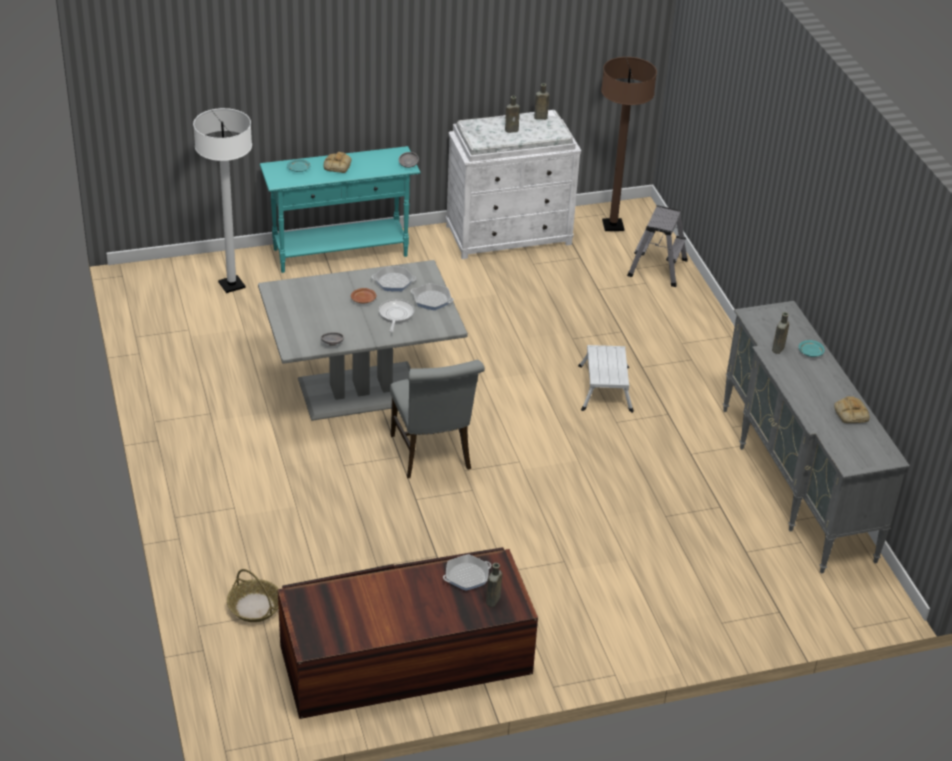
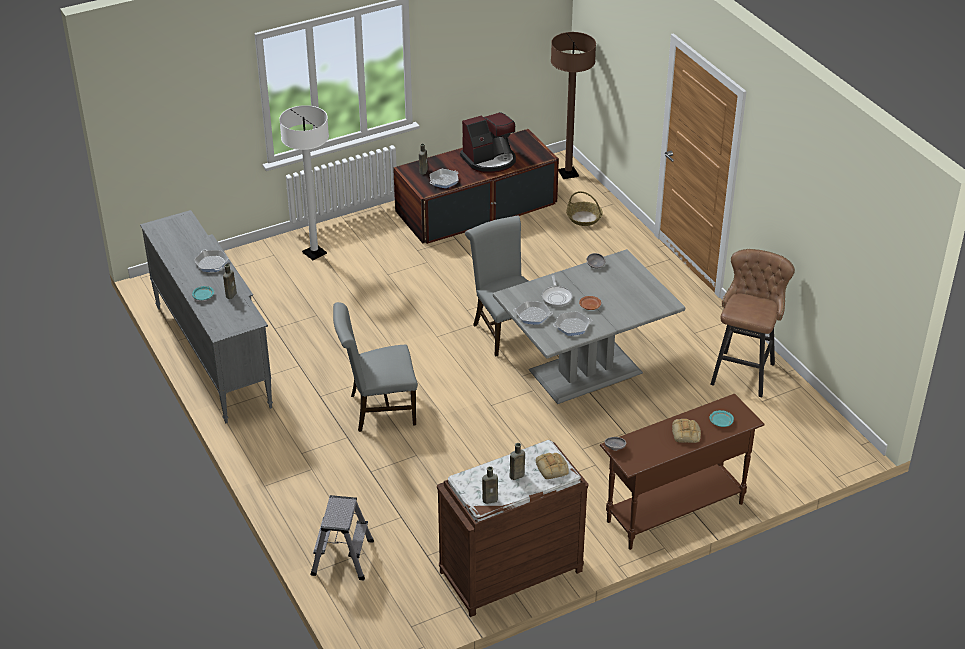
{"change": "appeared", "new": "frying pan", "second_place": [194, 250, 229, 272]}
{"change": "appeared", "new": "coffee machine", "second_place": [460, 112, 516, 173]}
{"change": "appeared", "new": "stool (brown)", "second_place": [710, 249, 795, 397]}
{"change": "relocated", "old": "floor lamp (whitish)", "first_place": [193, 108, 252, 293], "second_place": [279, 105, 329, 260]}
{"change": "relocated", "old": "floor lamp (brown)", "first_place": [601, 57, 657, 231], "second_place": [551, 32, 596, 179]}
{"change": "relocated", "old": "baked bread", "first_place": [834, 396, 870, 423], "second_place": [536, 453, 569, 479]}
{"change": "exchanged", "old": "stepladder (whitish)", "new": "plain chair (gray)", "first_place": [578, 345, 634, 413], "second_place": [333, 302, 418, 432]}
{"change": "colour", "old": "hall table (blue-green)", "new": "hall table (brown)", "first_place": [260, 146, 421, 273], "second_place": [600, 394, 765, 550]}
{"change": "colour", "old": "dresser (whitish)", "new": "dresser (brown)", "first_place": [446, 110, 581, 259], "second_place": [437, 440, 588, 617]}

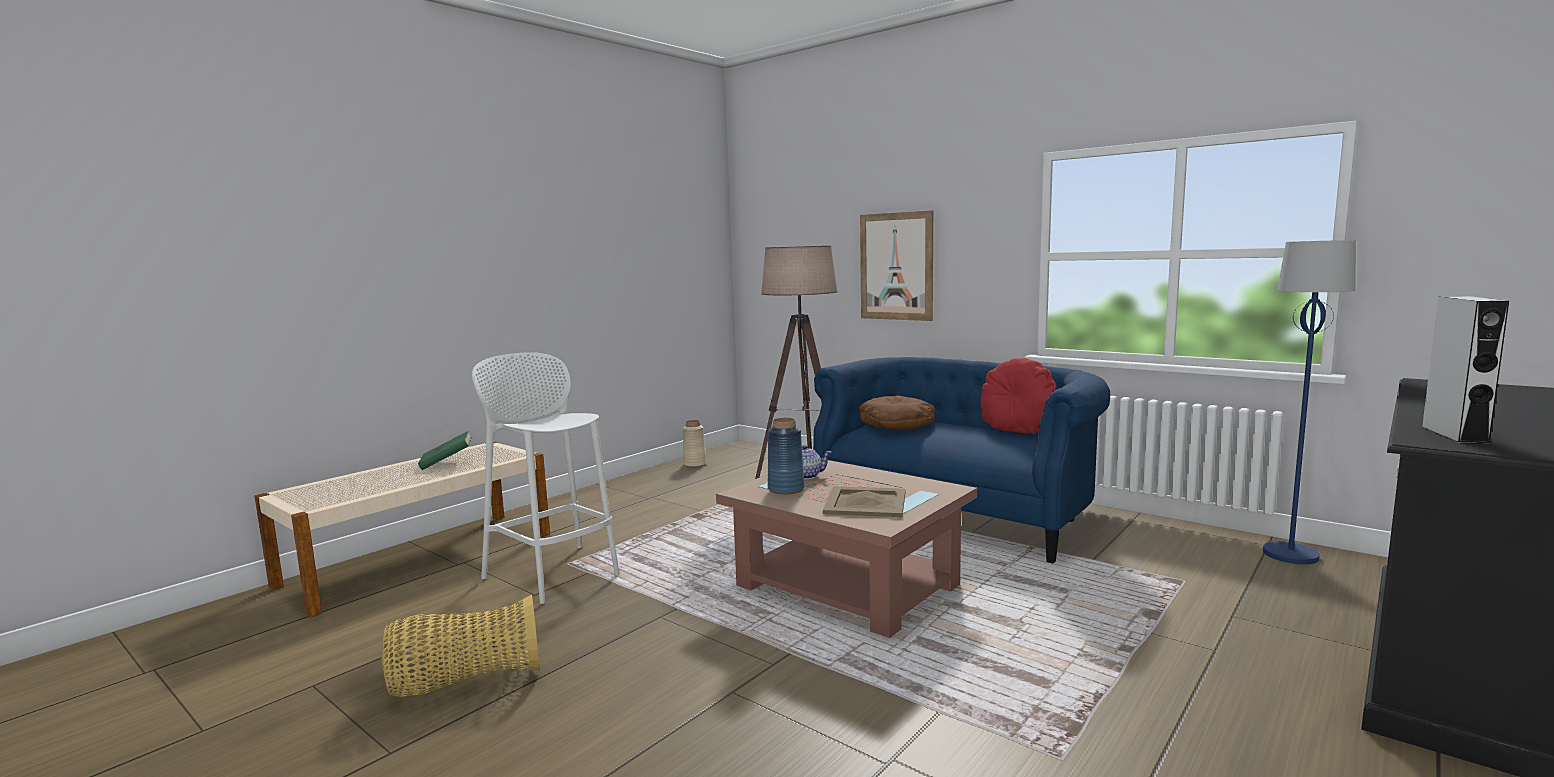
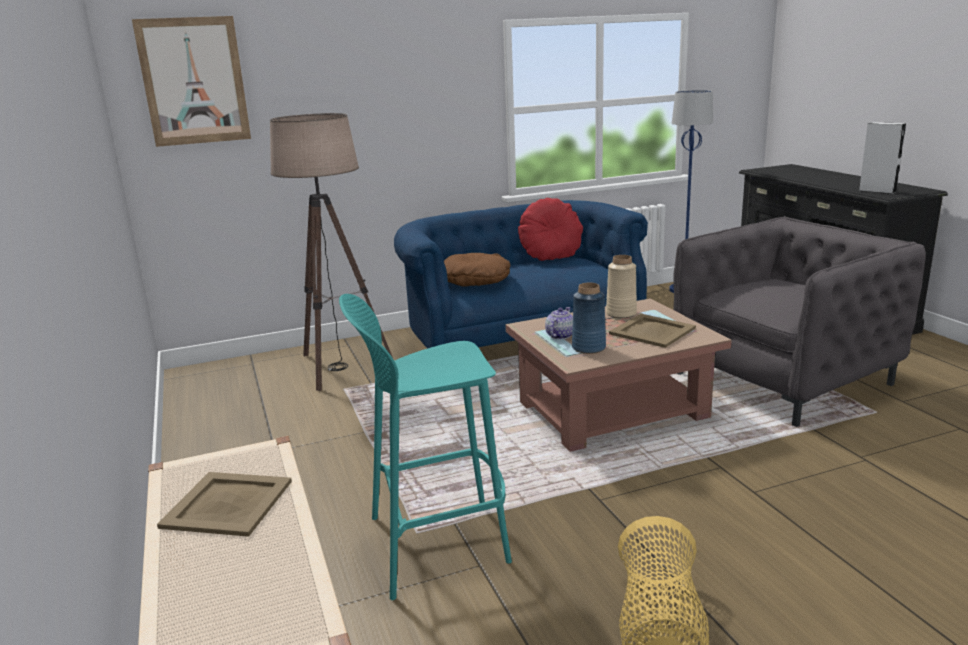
{"change": "appeared", "new": "easy chair (gray)", "second_place": [673, 216, 926, 427]}
{"change": "relocated", "old": "vase (sand-coloured)", "first_place": [683, 420, 706, 467], "second_place": [606, 255, 637, 318]}
{"change": "relocated", "old": "picture", "first_place": [860, 210, 933, 321], "second_place": [132, 16, 251, 147]}
{"change": "exchanged", "old": "bound book (green-coloured)", "new": "serving tray (sand-coloured)", "first_place": [418, 431, 472, 470], "second_place": [157, 472, 292, 537]}
{"change": "colour", "old": "stool (whitish)", "new": "stool (blue-green)", "first_place": [472, 352, 620, 604], "second_place": [339, 294, 512, 600]}

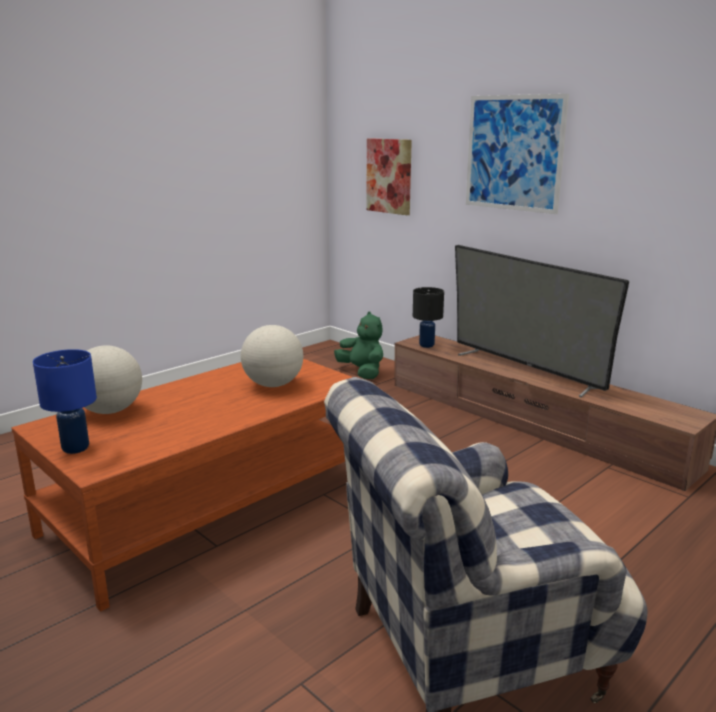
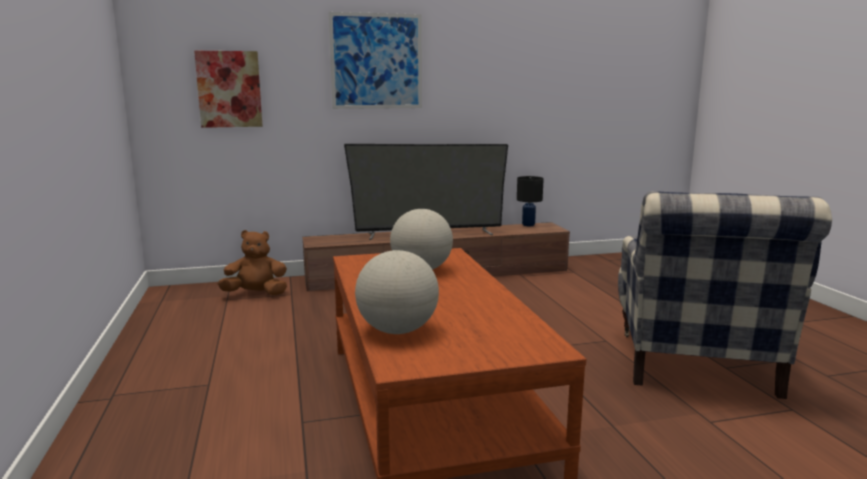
{"change": "missing", "old": "lamp for a table (bluish)", "first_place": [33, 349, 97, 454]}
{"change": "relocated", "old": "lamp for a table (black)", "first_place": [413, 287, 444, 348], "second_place": [517, 176, 544, 226]}
{"change": "colour", "old": "plush toy (green-coloured)", "new": "plush toy (brown)", "first_place": [334, 312, 383, 379], "second_place": [218, 230, 287, 295]}

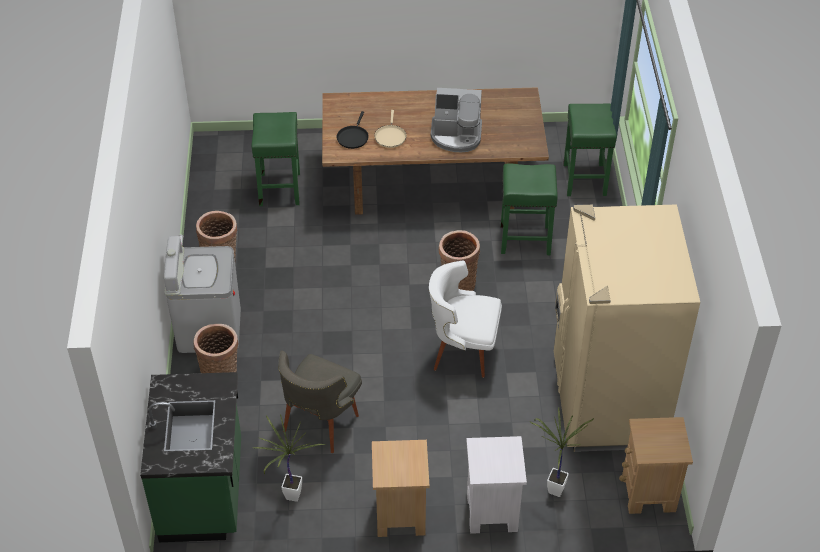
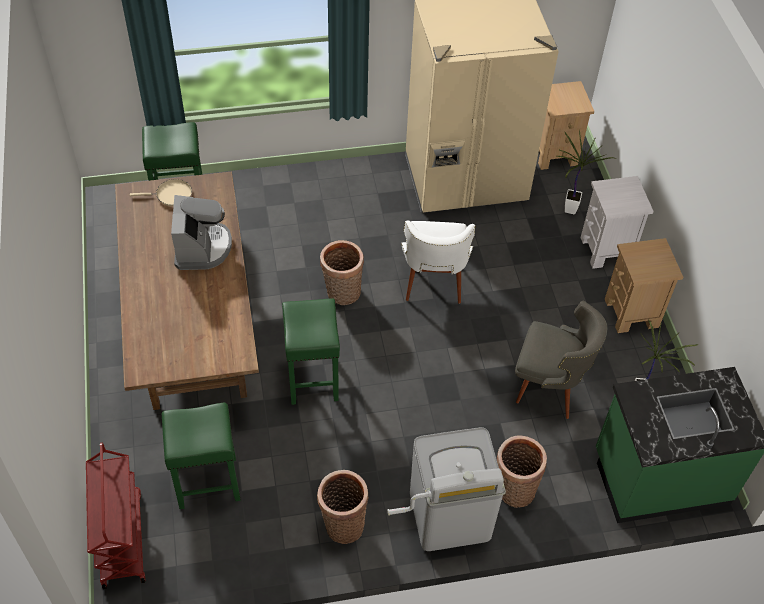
{"change": "missing", "old": "frying pan (black)", "first_place": [337, 111, 369, 149]}
{"change": "appeared", "new": "wheeled cart (red-coloured)", "second_place": [86, 442, 146, 589]}
{"change": "relocated", "old": "frying pan (sand-coloured)", "first_place": [374, 110, 406, 148], "second_place": [130, 179, 192, 206]}
{"change": "relocated", "old": "stool (green-coloured)", "first_place": [501, 164, 558, 255], "second_place": [282, 298, 340, 405]}

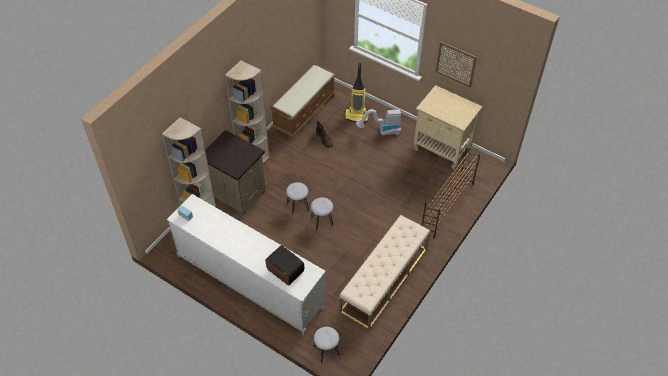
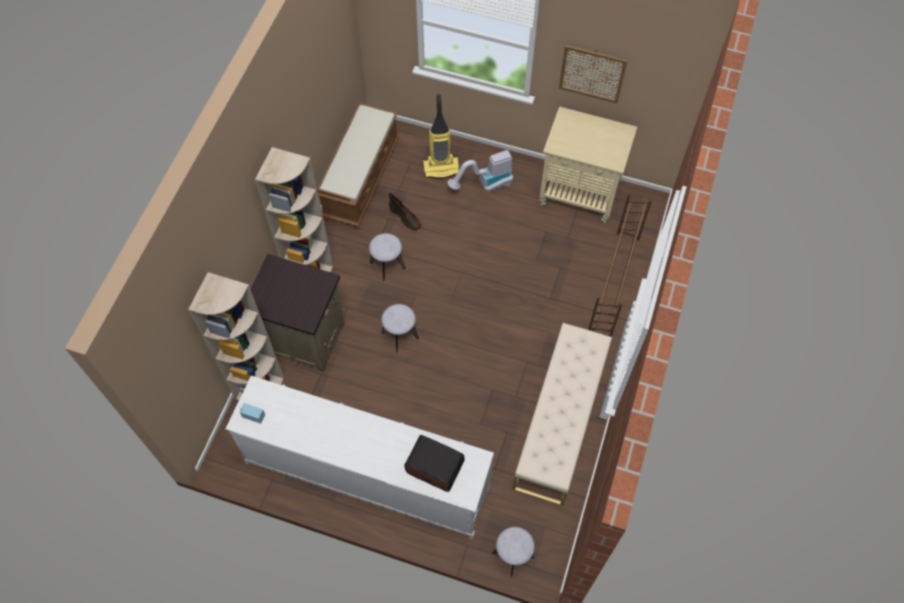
{"change": "relocated", "old": "stool (gray)", "first_place": [311, 197, 333, 231], "second_place": [369, 233, 405, 281]}

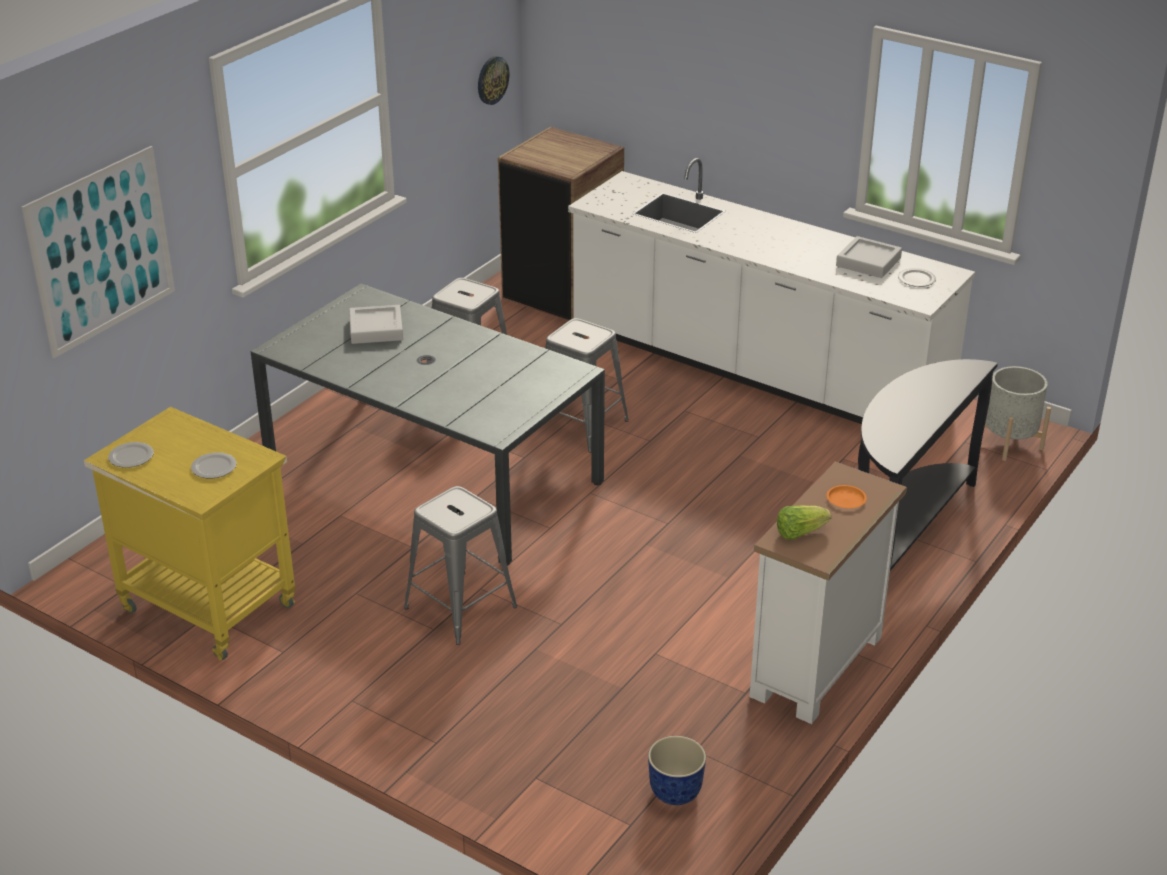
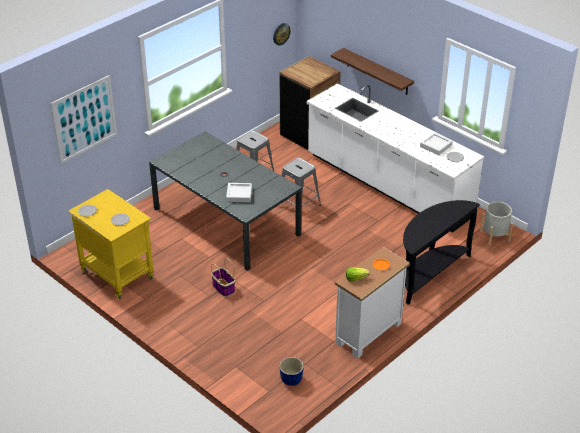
{"change": "appeared", "new": "shelf", "second_place": [331, 48, 414, 95]}
{"change": "relocated", "old": "serving tray (gray)", "first_place": [349, 305, 403, 344], "second_place": [226, 183, 252, 202]}
{"change": "exchanged", "old": "stool (gray)", "new": "household basket", "first_place": [404, 486, 517, 645], "second_place": [211, 258, 235, 297]}

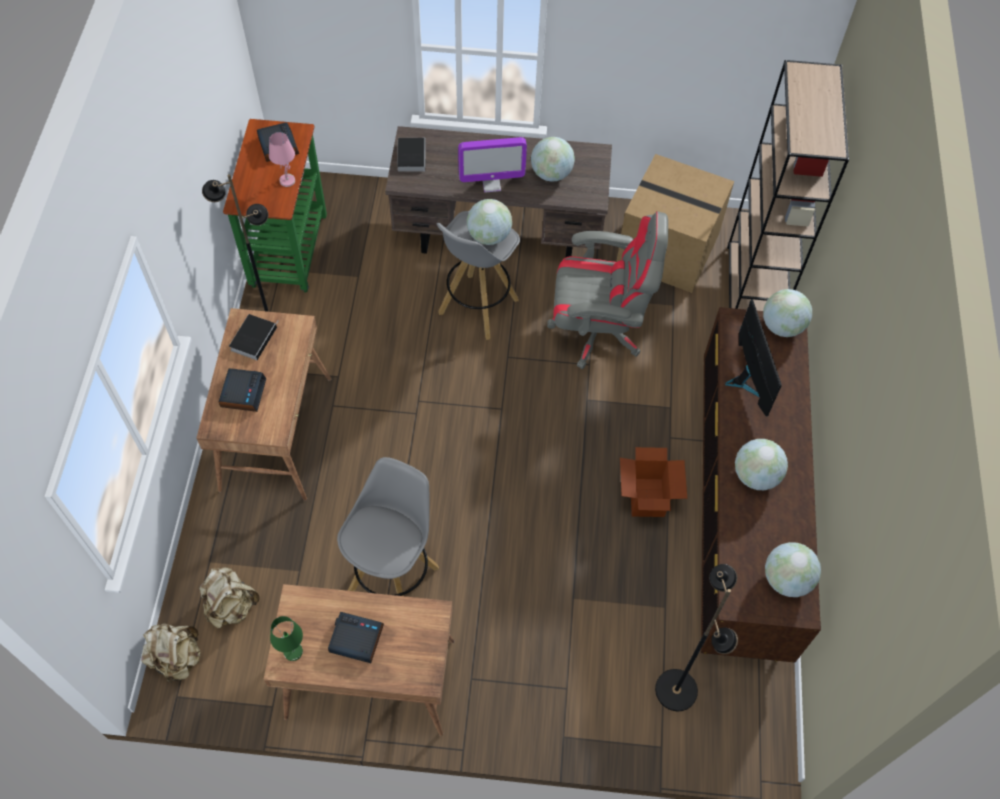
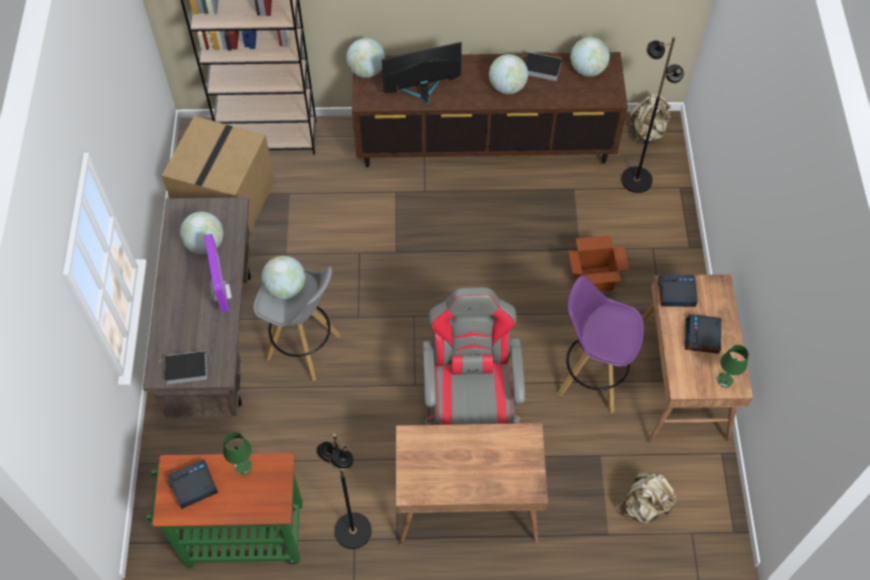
{"change": "relocated", "old": "rucksack (sand-coloured)", "first_place": [141, 624, 200, 683], "second_place": [630, 93, 671, 145]}
{"change": "relocated", "old": "table clock", "first_place": [219, 368, 266, 412], "second_place": [658, 275, 698, 307]}
{"change": "relocated", "old": "bound book", "first_place": [229, 314, 279, 360], "second_place": [521, 52, 562, 81]}
{"change": "relocated", "old": "office chair (gray)", "first_place": [547, 211, 668, 369], "second_place": [423, 287, 525, 425]}
{"change": "relocated", "old": "carton", "first_place": [620, 447, 687, 517], "second_place": [568, 235, 629, 292]}
{"change": "colour", "old": "lamp for a table (pinkish)", "new": "lamp for a table (green-coloured)", "first_place": [269, 132, 295, 187], "second_place": [223, 432, 252, 474]}
{"change": "colour", "old": "stool (gray)", "new": "stool (purple-coloured)", "first_place": [337, 457, 439, 596], "second_place": [557, 275, 644, 413]}

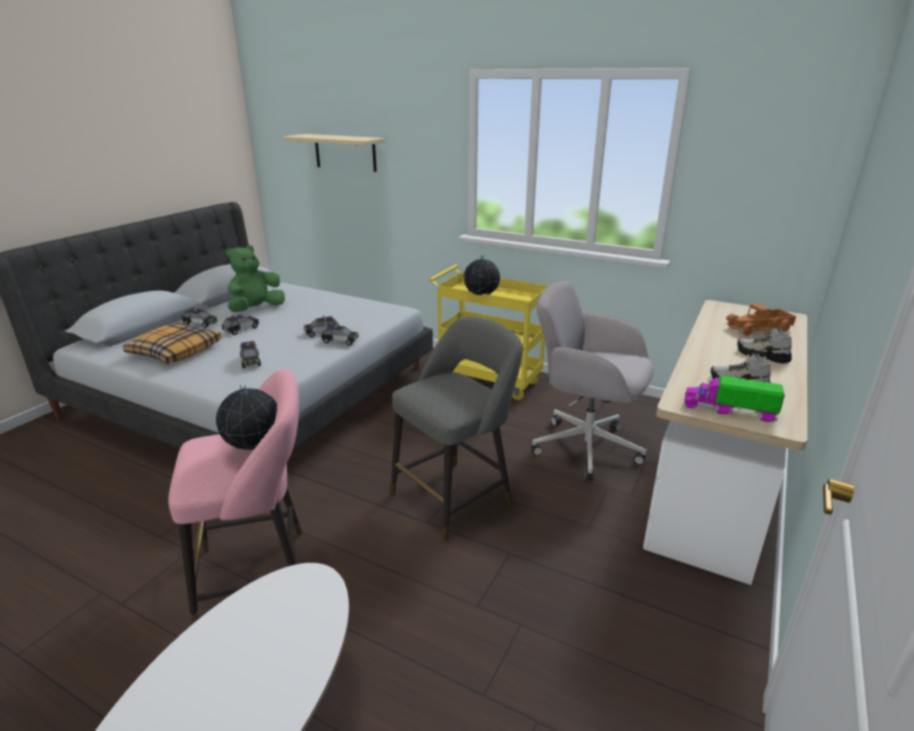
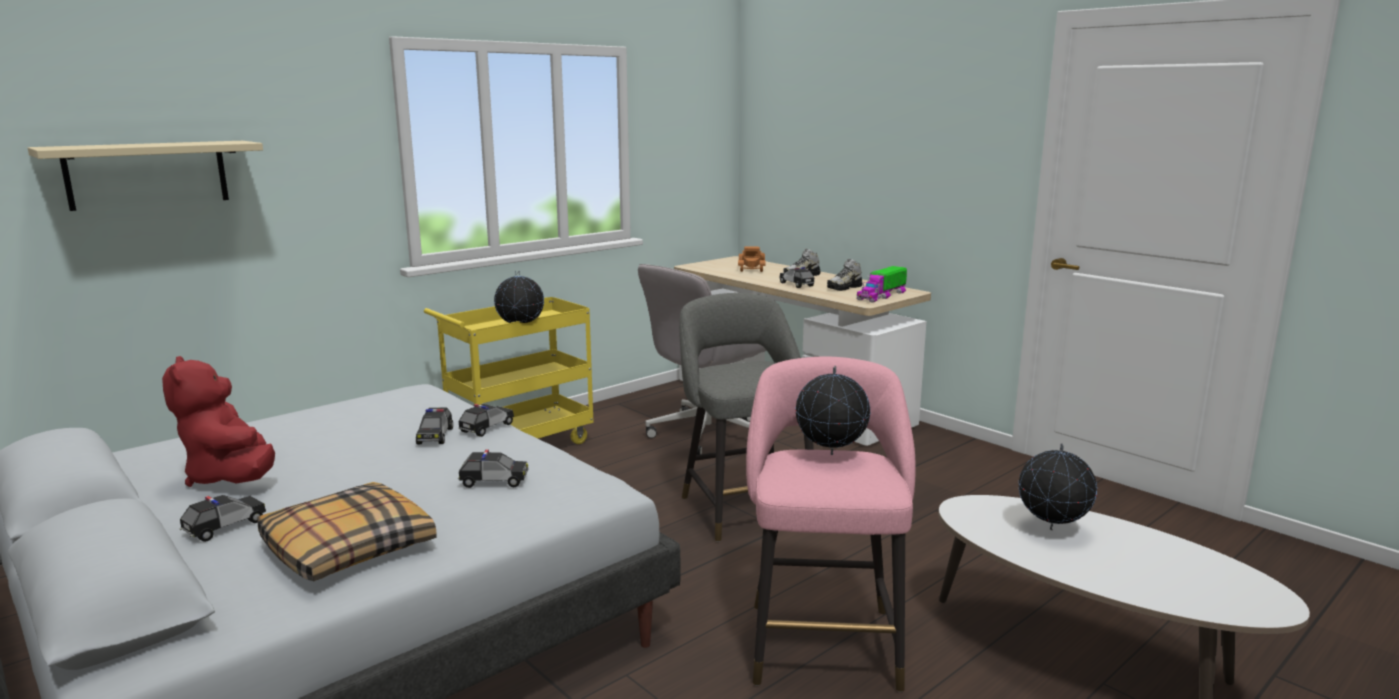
{"change": "appeared", "new": "desk globe", "second_place": [1019, 443, 1097, 530]}
{"change": "relocated", "old": "miniature car", "first_place": [222, 315, 259, 335], "second_place": [780, 267, 814, 288]}
{"change": "colour", "old": "plush toy (green-coloured)", "new": "plush toy (red-coloured)", "first_place": [226, 245, 285, 312], "second_place": [162, 356, 275, 487]}

